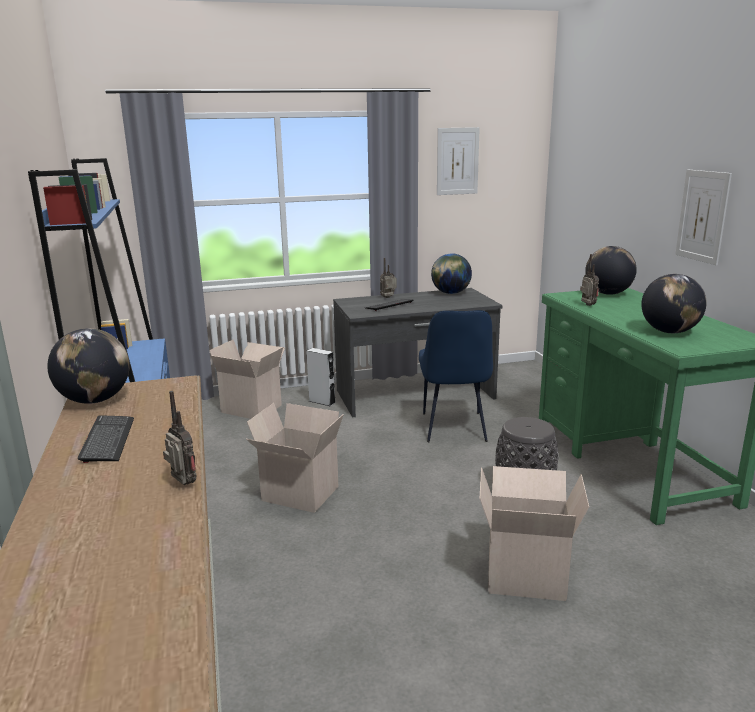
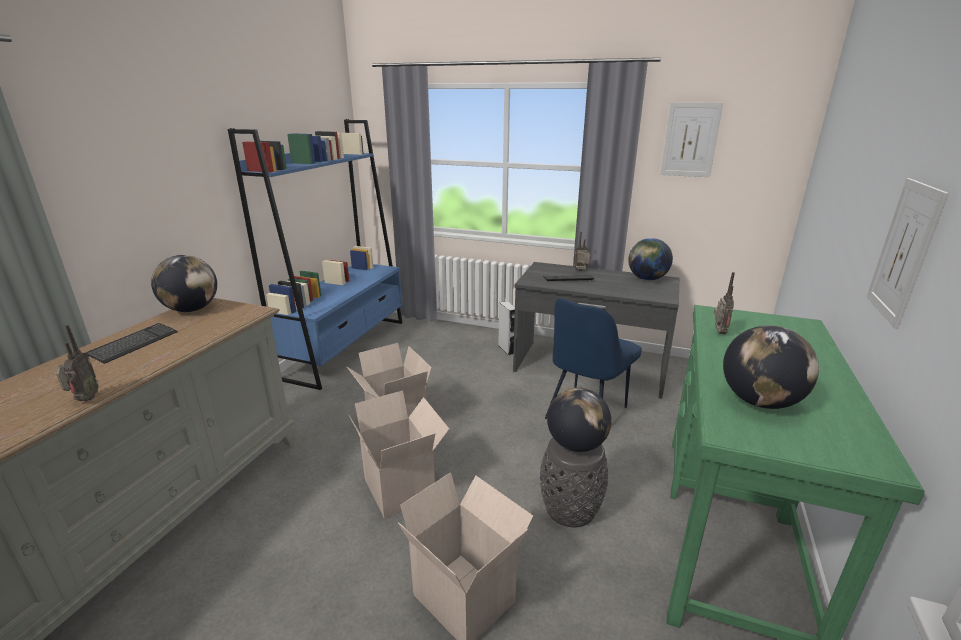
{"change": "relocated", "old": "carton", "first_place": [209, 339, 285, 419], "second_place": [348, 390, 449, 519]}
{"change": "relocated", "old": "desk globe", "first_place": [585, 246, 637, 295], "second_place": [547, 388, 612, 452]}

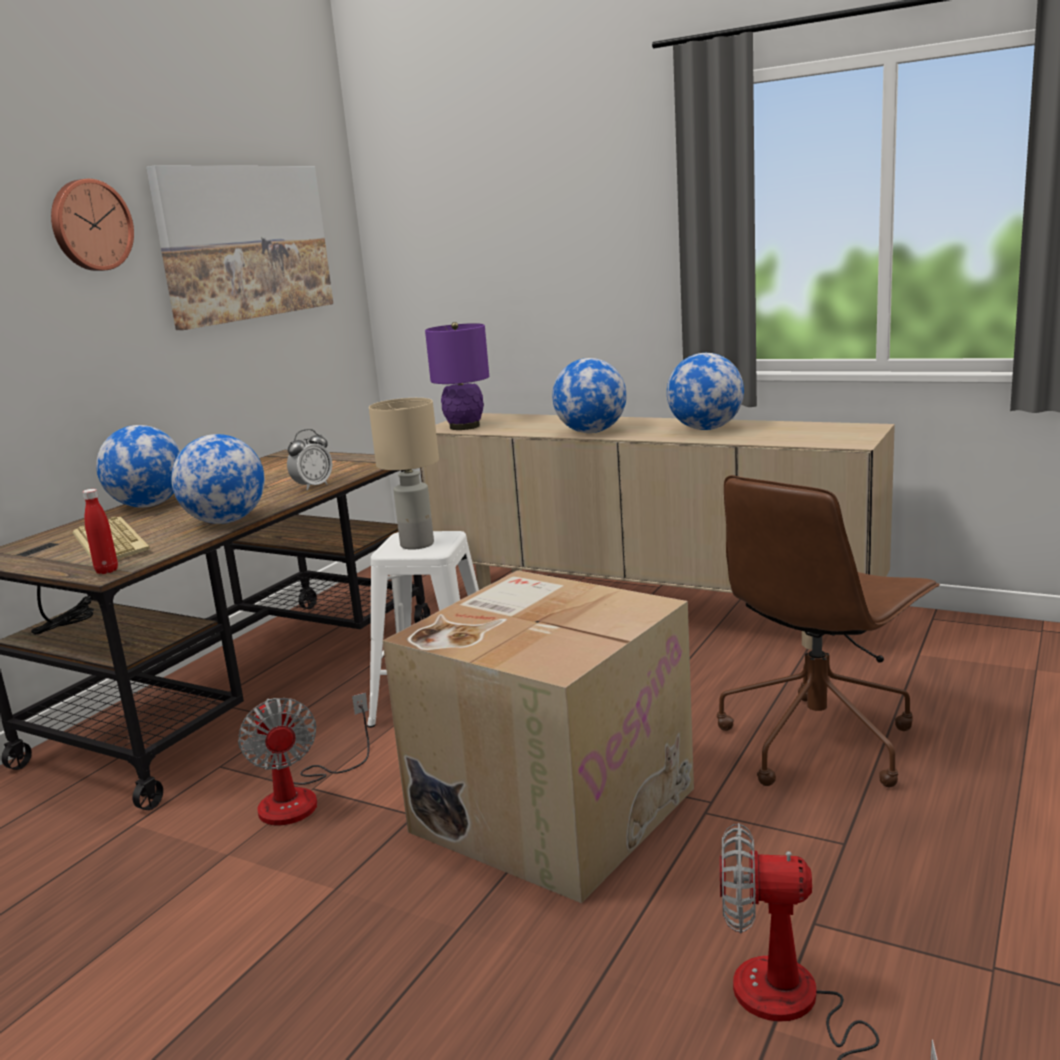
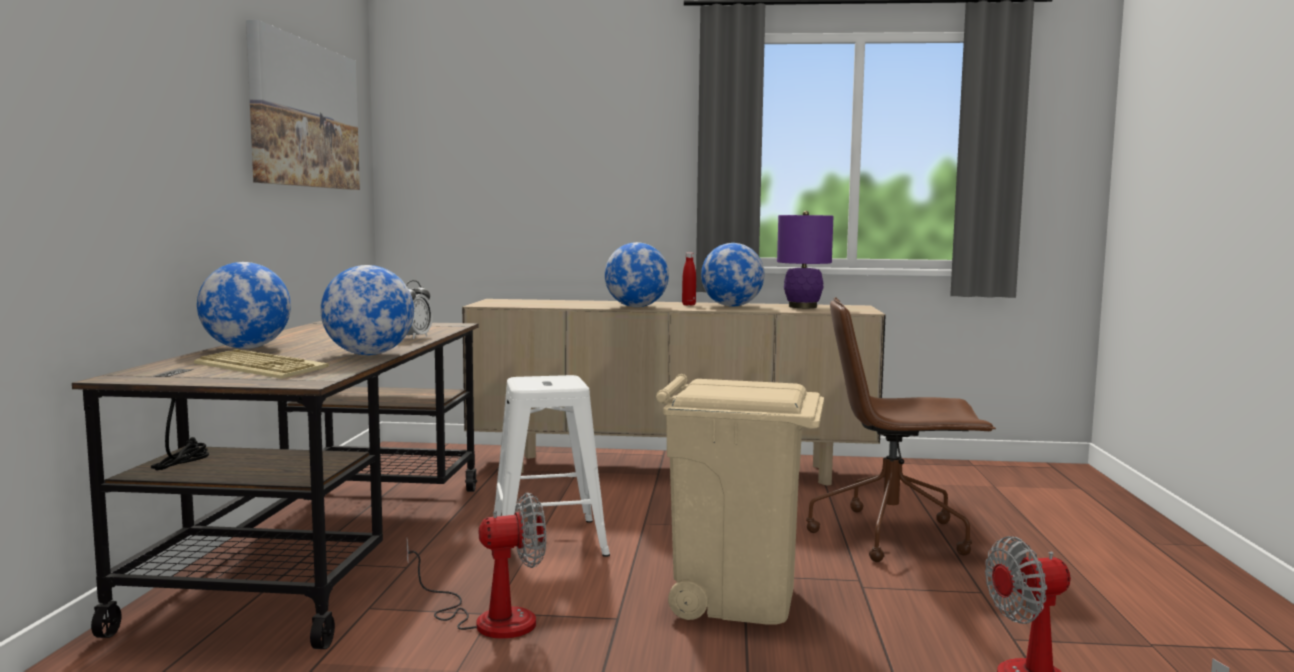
{"change": "missing", "old": "wall clock", "first_place": [51, 179, 134, 271]}
{"change": "missing", "old": "lamp for a table (sand-coloured)", "first_place": [369, 398, 439, 550]}
{"change": "relocated", "old": "drink bottle (red-coloured)", "first_place": [83, 489, 118, 574], "second_place": [682, 253, 696, 305]}
{"change": "relocated", "old": "lamp for a table (purple-coloured)", "first_place": [425, 322, 489, 430], "second_place": [777, 211, 833, 308]}
{"change": "exchanged", "old": "carton", "new": "waste bin (sand-coloured)", "first_place": [383, 570, 694, 903], "second_place": [656, 374, 824, 625]}
{"change": "spun", "old": "fan", "first_place": [238, 692, 370, 825], "second_place": [407, 493, 546, 639], "degrees": -60}
{"change": "spun", "old": "office chair (brown)", "first_place": [717, 475, 940, 787], "second_place": [806, 297, 996, 562], "degrees": 75}

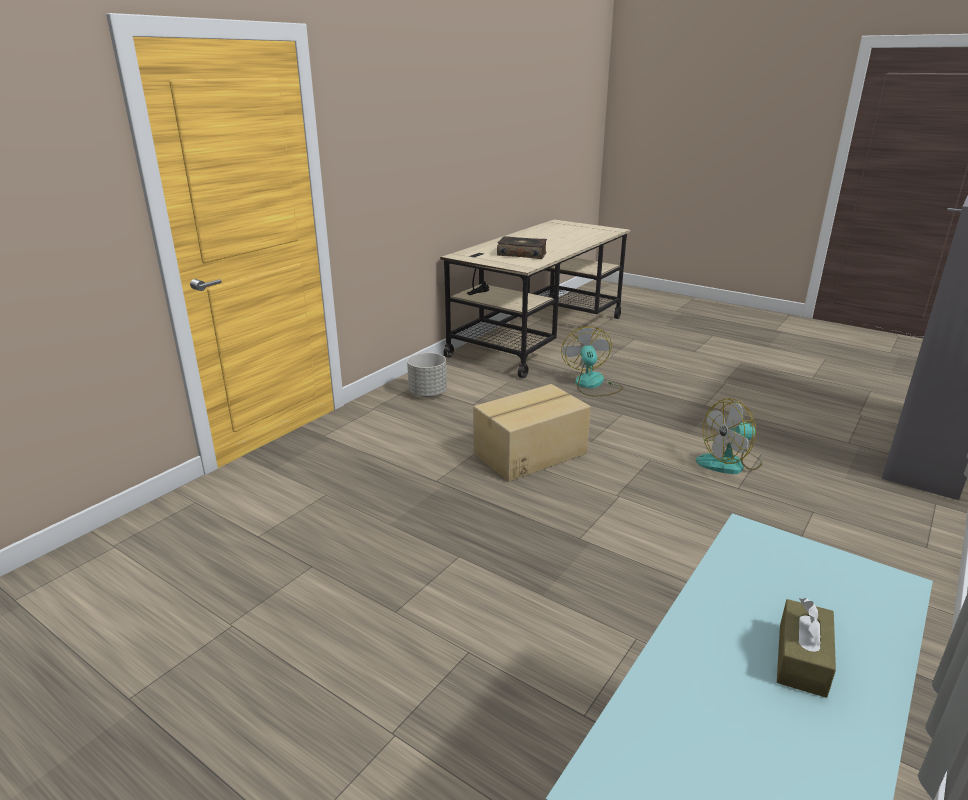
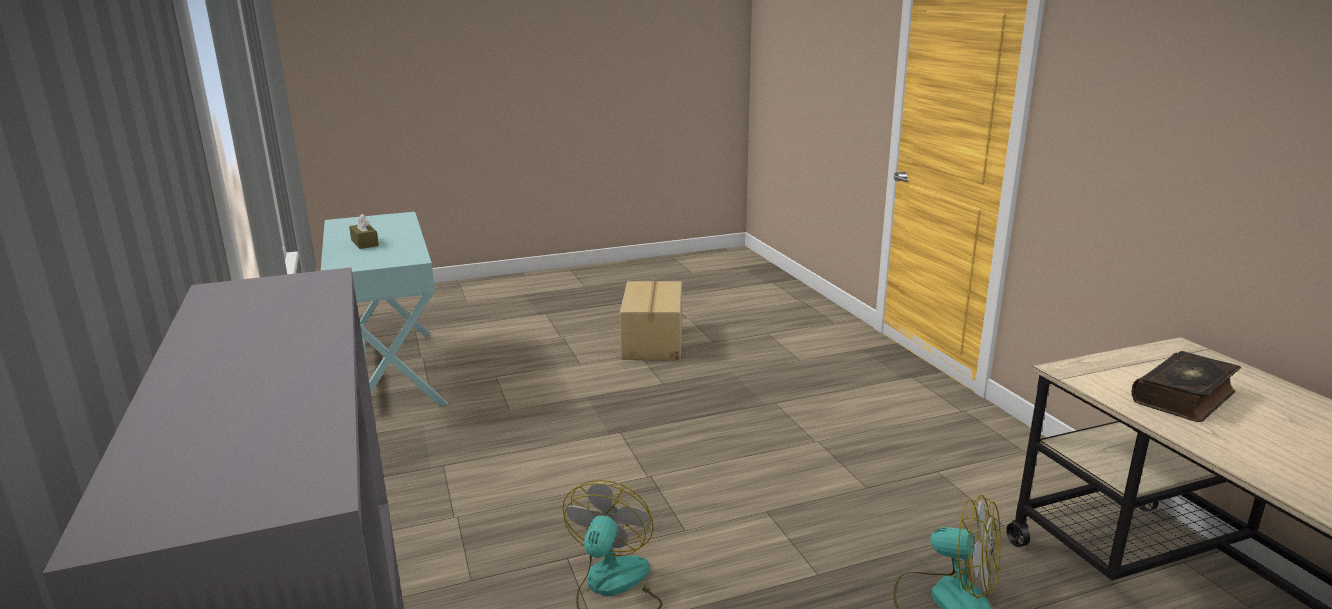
{"change": "missing", "old": "plant pot (gray)", "first_place": [407, 353, 447, 397]}
{"change": "relocated", "old": "carton", "first_place": [473, 384, 591, 482], "second_place": [620, 281, 682, 360]}

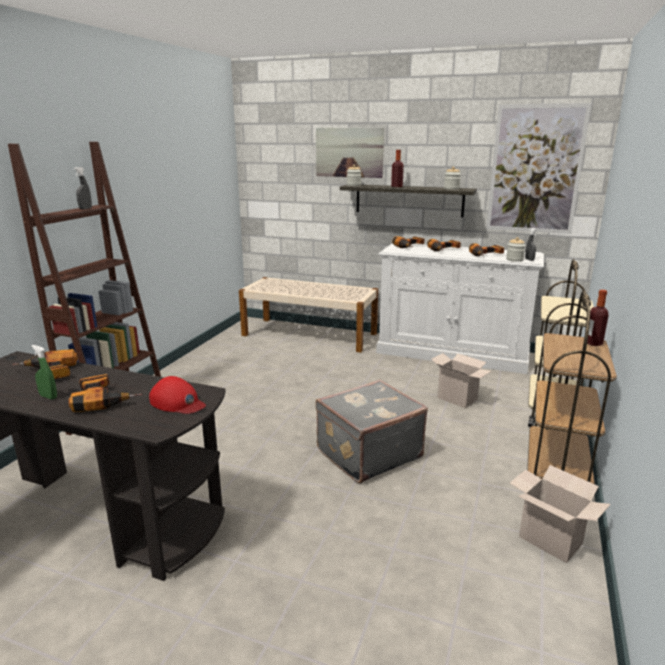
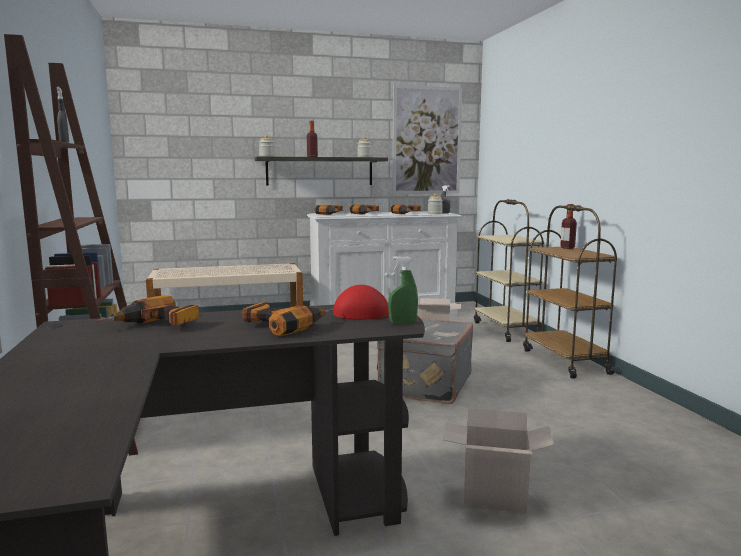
{"change": "missing", "old": "picture", "first_place": [316, 128, 384, 178]}
{"change": "relocated", "old": "sprayer (green-coloured)", "first_place": [31, 345, 57, 399], "second_place": [388, 256, 418, 324]}
{"change": "relocated", "old": "carton", "first_place": [510, 465, 611, 563], "second_place": [443, 408, 554, 513]}

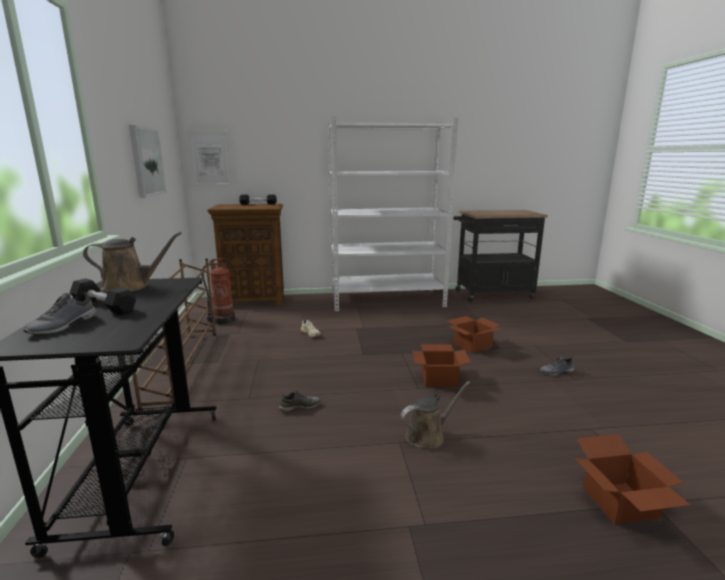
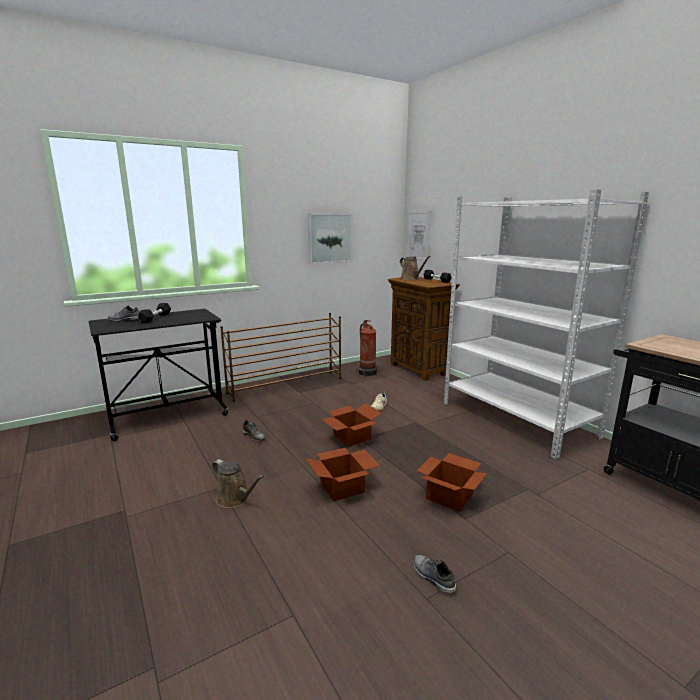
{"change": "relocated", "old": "watering can (brown)", "first_place": [83, 232, 182, 292], "second_place": [400, 256, 431, 280]}
{"change": "relocated", "old": "carton", "first_place": [575, 434, 690, 525], "second_place": [321, 403, 381, 447]}

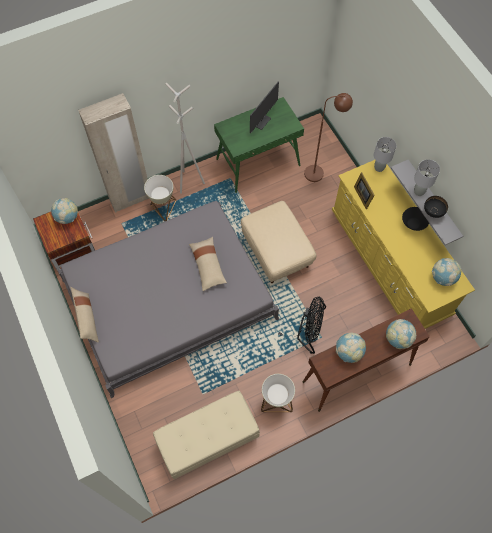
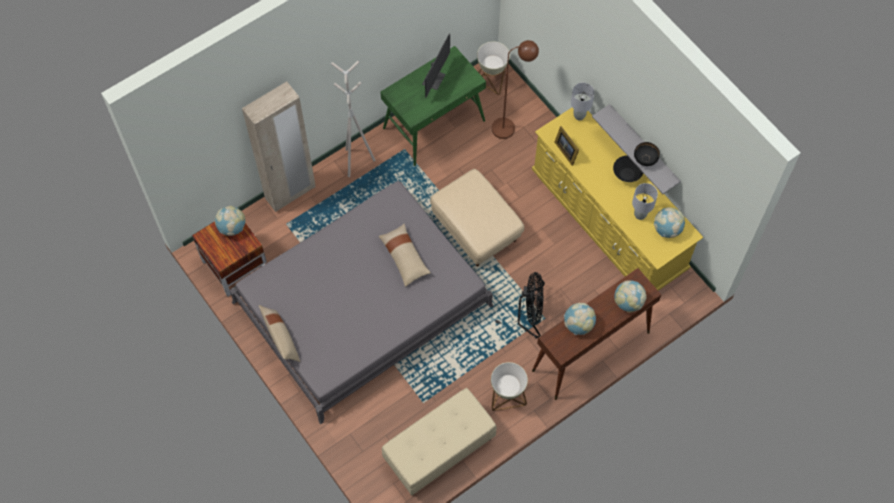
{"change": "relocated", "old": "plant pot", "first_place": [144, 175, 177, 221], "second_place": [477, 41, 510, 95]}
{"change": "relocated", "old": "lamp for a table (gray)", "first_place": [414, 159, 440, 196], "second_place": [632, 183, 658, 220]}

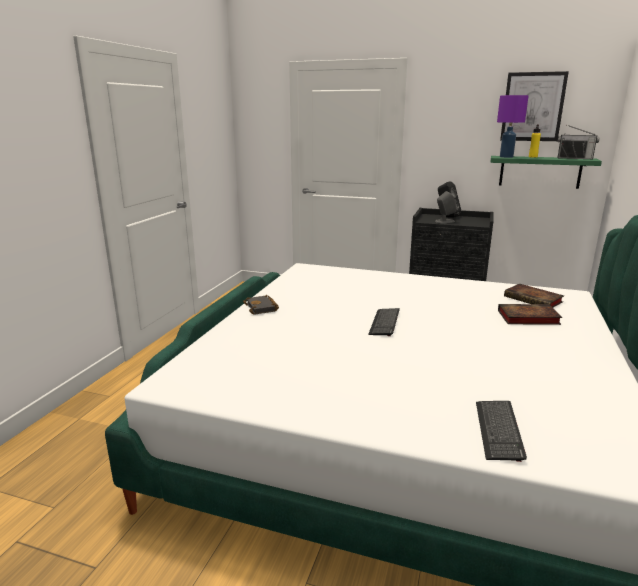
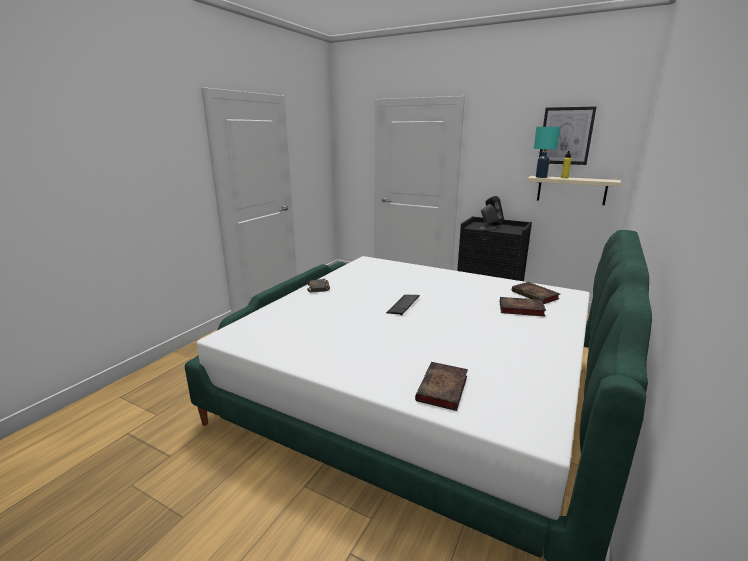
{"change": "missing", "old": "radio set", "first_place": [558, 125, 600, 159]}
{"change": "exchanged", "old": "computer keyboard", "new": "bound book", "first_place": [476, 401, 527, 462], "second_place": [415, 362, 468, 411]}
{"change": "colour", "old": "shelf (green-coloured)", "new": "shelf (sand-coloured)", "first_place": [490, 156, 602, 189], "second_place": [527, 176, 621, 205]}
{"change": "colour", "old": "lamp for a table (purple-coloured)", "new": "lamp for a table (blue-green)", "first_place": [497, 95, 529, 158], "second_place": [534, 127, 560, 178]}

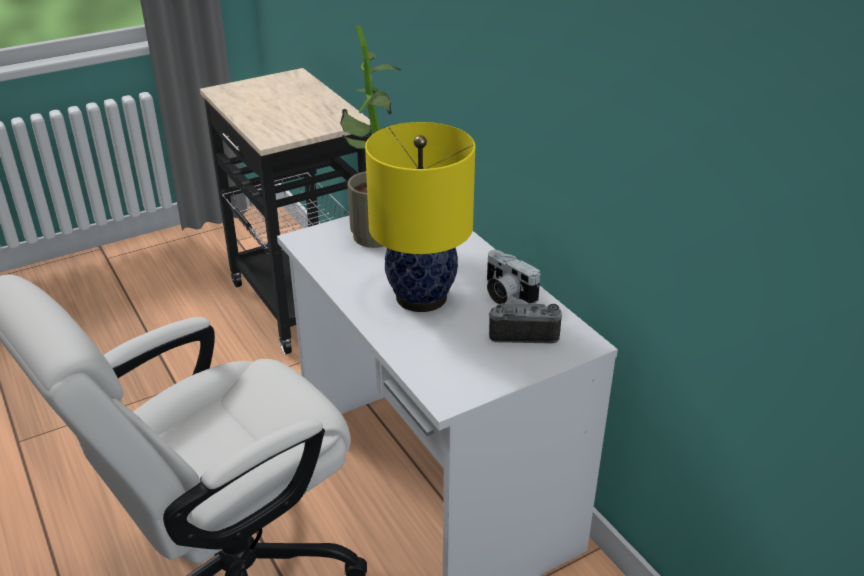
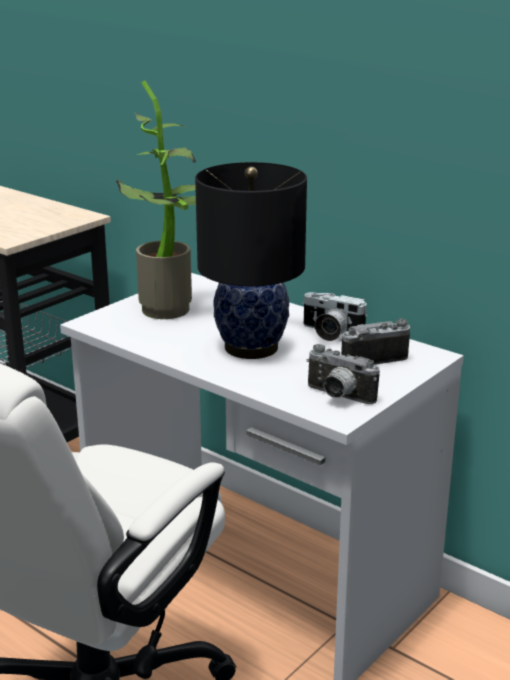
{"change": "appeared", "new": "still camera", "second_place": [306, 344, 380, 404]}
{"change": "colour", "old": "lamp for a table (yellow)", "new": "lamp for a table (black)", "first_place": [365, 122, 475, 312], "second_place": [195, 162, 307, 359]}

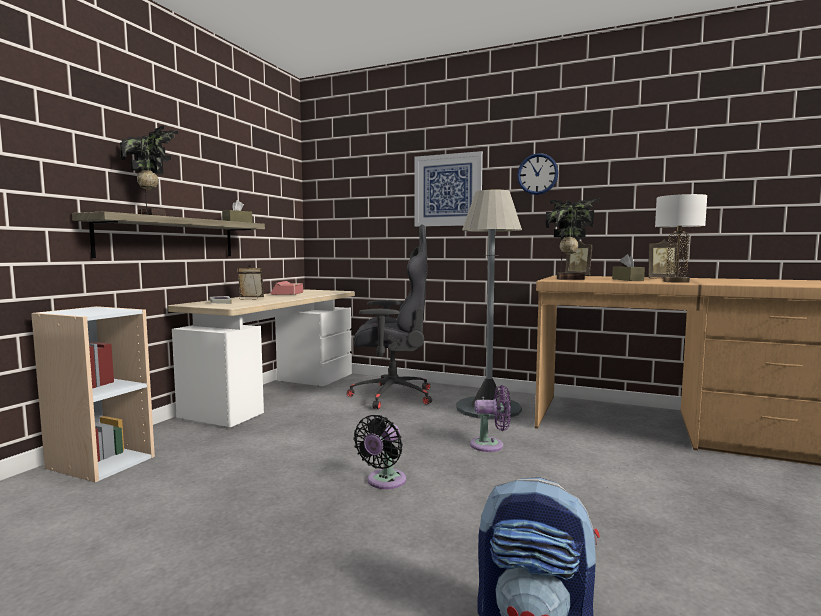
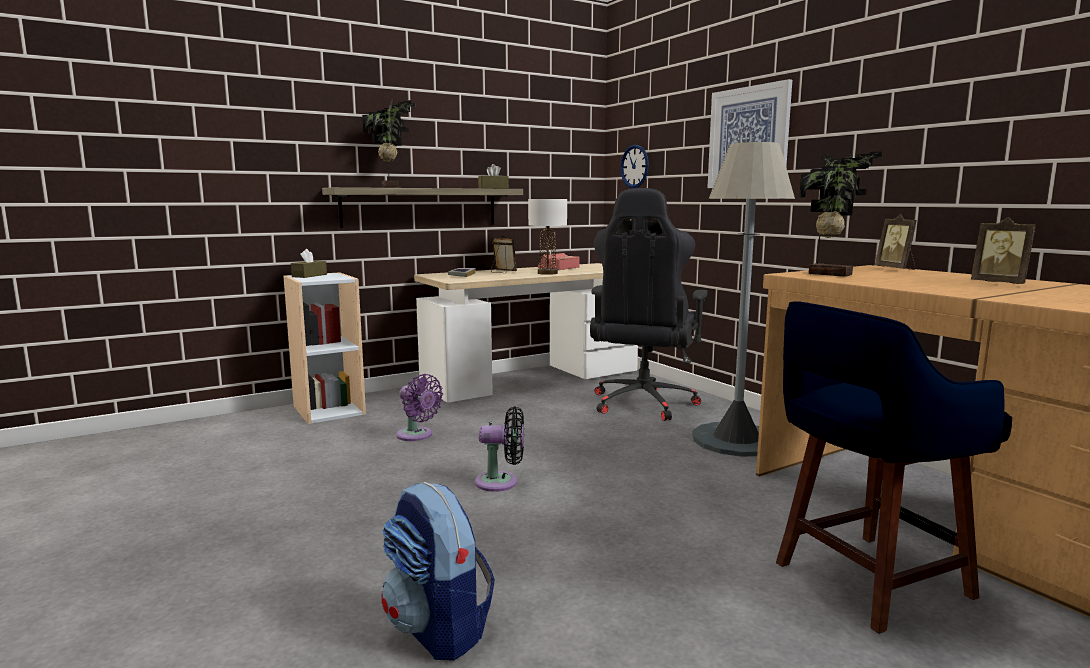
{"change": "appeared", "new": "stool (bluish)", "second_place": [776, 301, 1012, 634]}
{"change": "relocated", "old": "fan (purple-coloured)", "first_place": [470, 385, 511, 452], "second_place": [396, 374, 443, 441]}
{"change": "relocated", "old": "wall clock", "first_place": [517, 153, 558, 195], "second_place": [621, 145, 649, 188]}
{"change": "relocated", "old": "tissue box (brown)", "first_place": [612, 254, 645, 281], "second_place": [291, 249, 327, 278]}
{"change": "relocated", "old": "lamp for a table", "first_place": [655, 194, 707, 283], "second_place": [528, 199, 567, 275]}
{"change": "spun", "old": "office chair (black)", "first_place": [347, 224, 432, 409], "second_place": [590, 188, 708, 421], "degrees": 75}
{"change": "spun", "old": "fan (black)", "first_place": [354, 415, 406, 489], "second_place": [475, 406, 524, 492], "degrees": -150}

